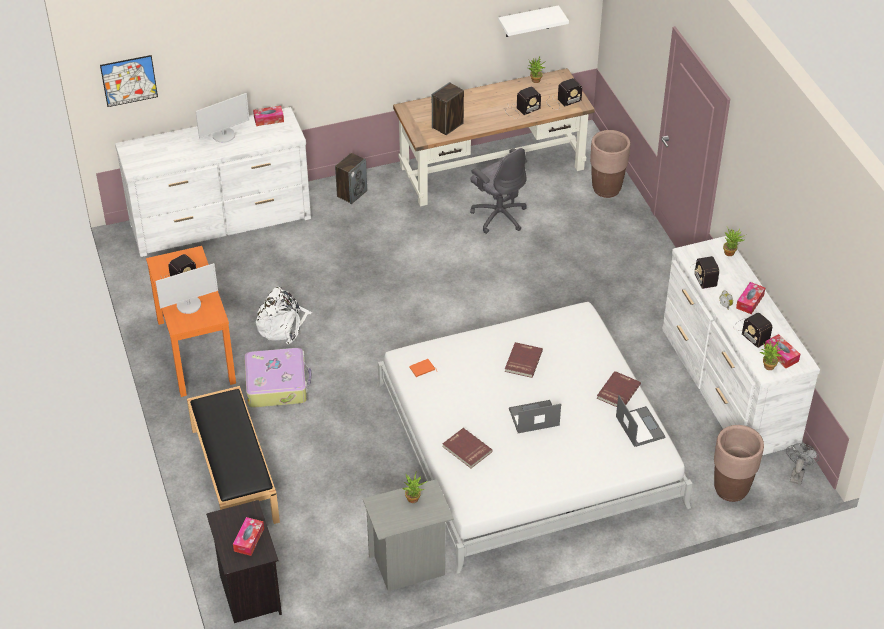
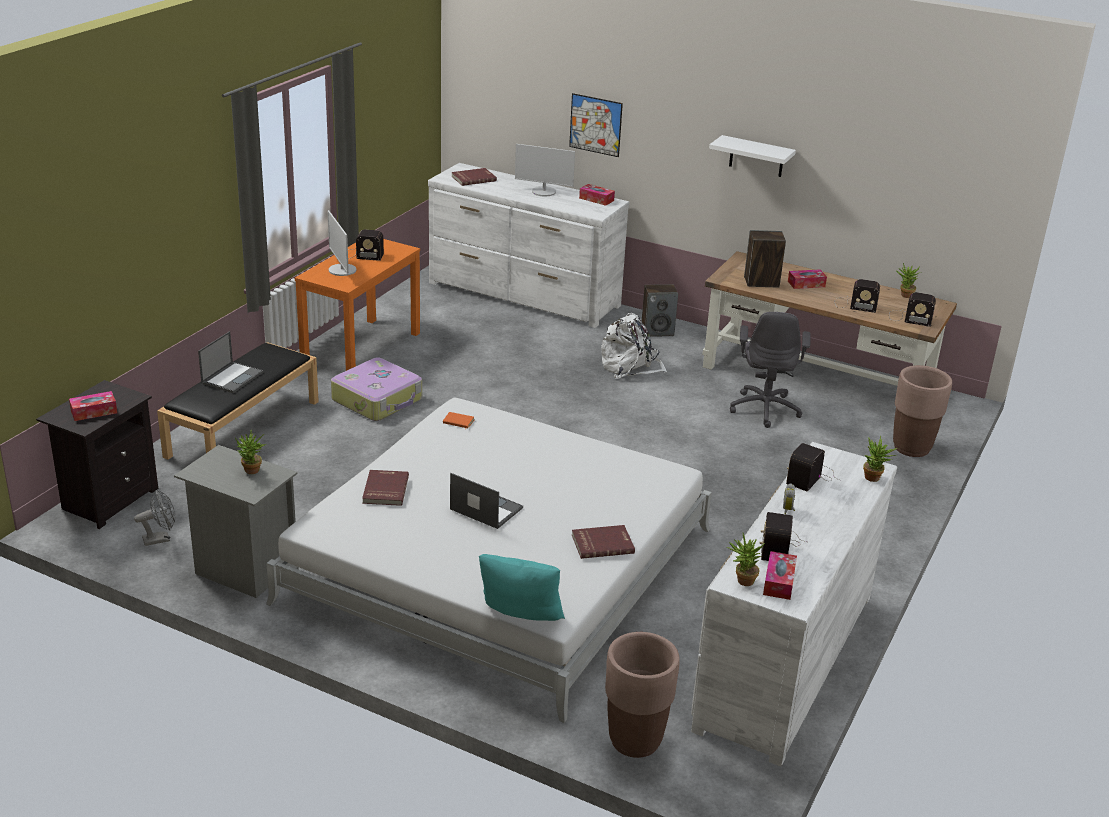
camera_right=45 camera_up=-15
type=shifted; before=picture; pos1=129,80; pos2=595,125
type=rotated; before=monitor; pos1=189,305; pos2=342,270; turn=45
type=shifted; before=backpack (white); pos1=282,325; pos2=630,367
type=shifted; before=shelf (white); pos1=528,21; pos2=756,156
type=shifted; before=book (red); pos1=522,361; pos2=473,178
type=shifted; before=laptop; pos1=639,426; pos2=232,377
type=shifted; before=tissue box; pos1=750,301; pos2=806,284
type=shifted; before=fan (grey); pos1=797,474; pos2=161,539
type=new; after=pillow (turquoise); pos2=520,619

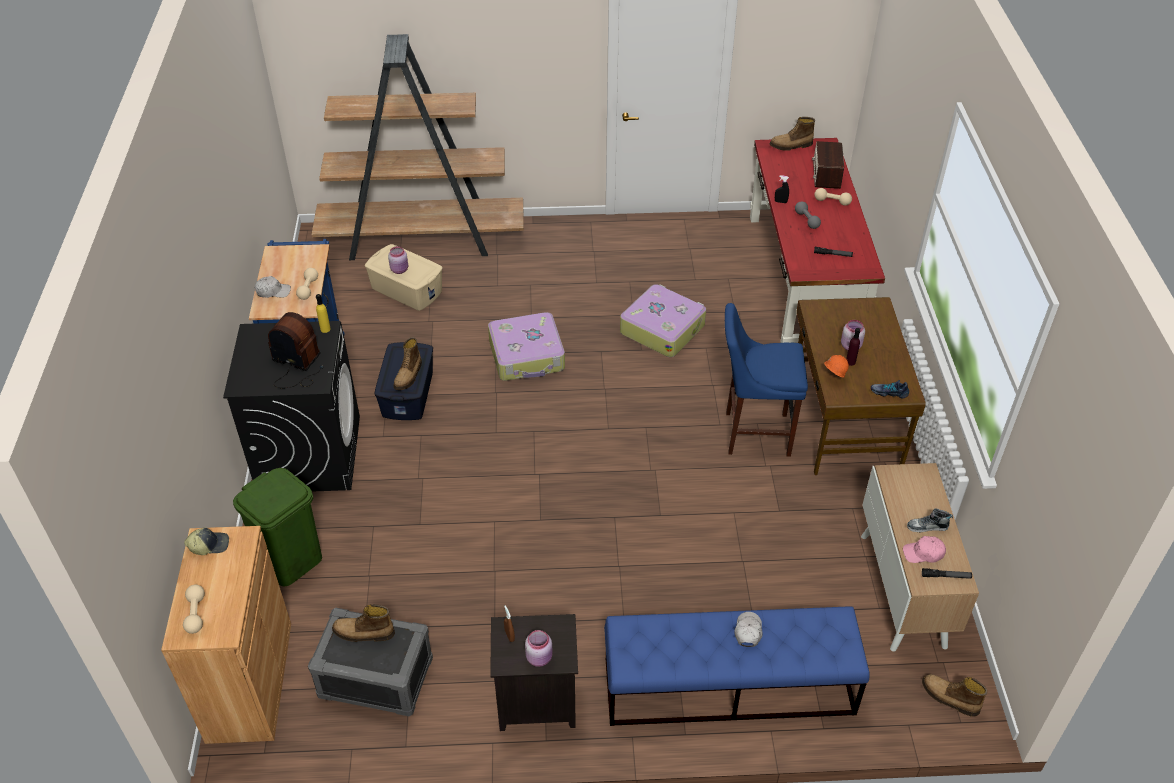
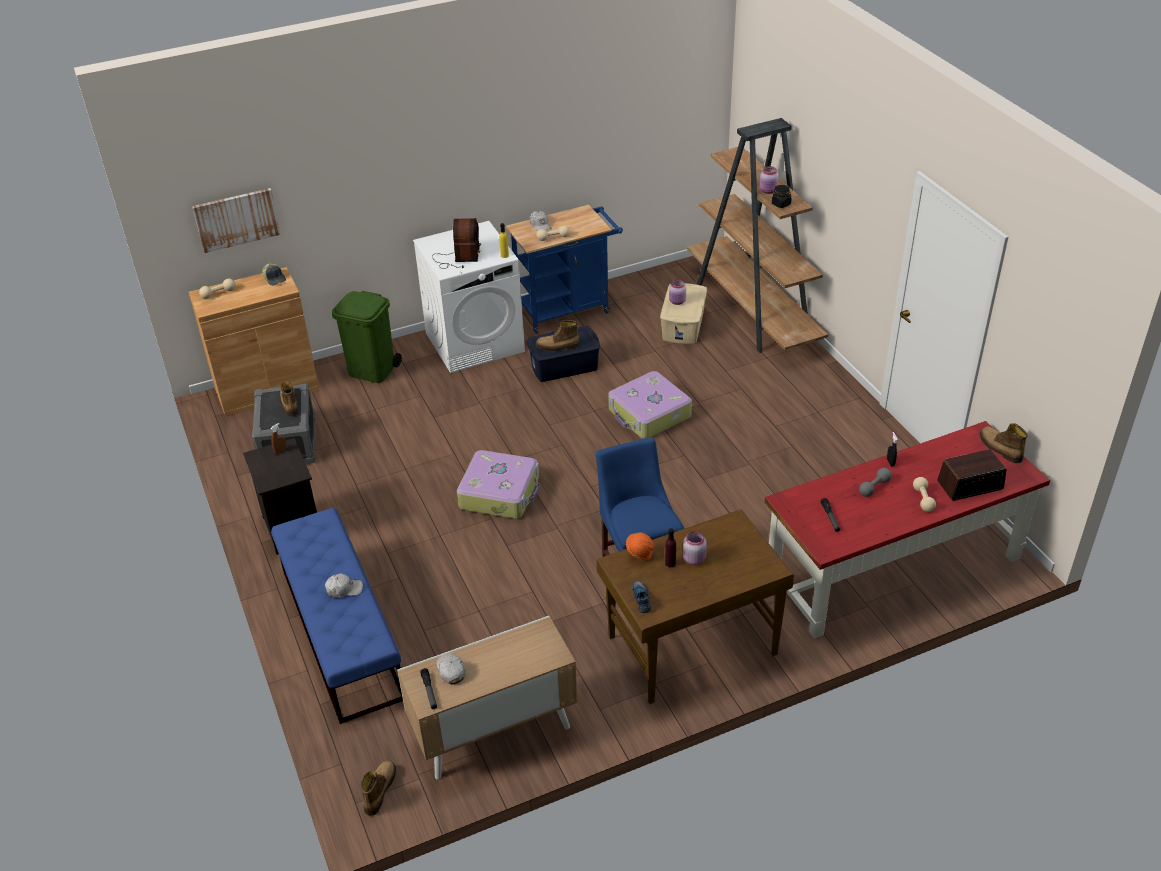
camera_right=70 camera_up=-5
type=repainted; before=washing machine (black); after=washing machine (white); pos1=309,453; pos2=475,342
type=shifted; before=jar (pink); pos1=540,657; pos2=768,191
type=shifted; before=suitcase; pos1=662,328; pos2=500,493
type=repainted; before=cap (pink); after=cap (white); pos1=923,553; pos2=451,670
type=gone; before=shoe; pos1=927,527
type=new; after=picture; pos2=236,219
type=new; after=jar (black); pos2=781,204

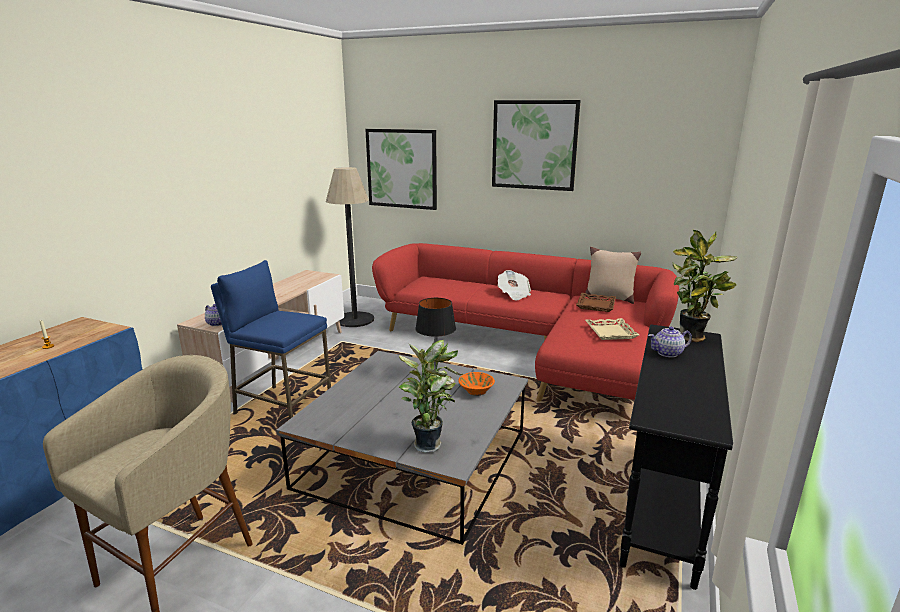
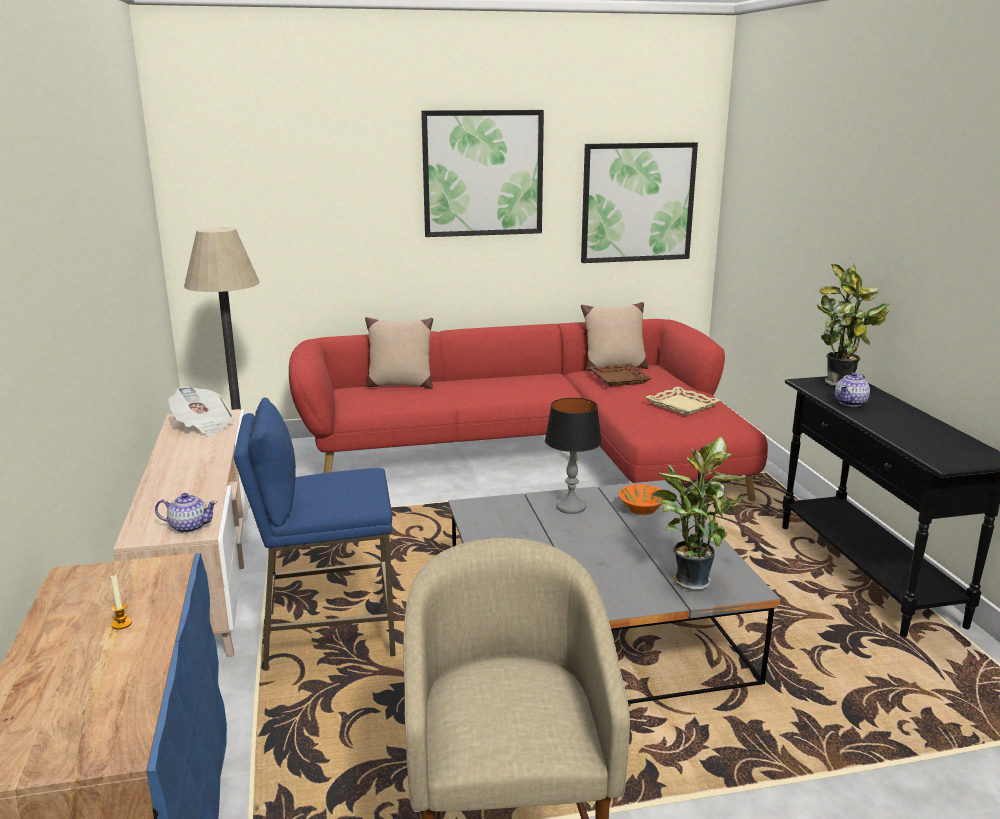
camera_right=-35 camera_up=0
type=shifted; before=picture; pos1=402,169; pos2=637,202
type=shifted; before=newspaper; pos1=513,294; pos2=203,426
type=new; after=pillow (beige); pos2=400,385

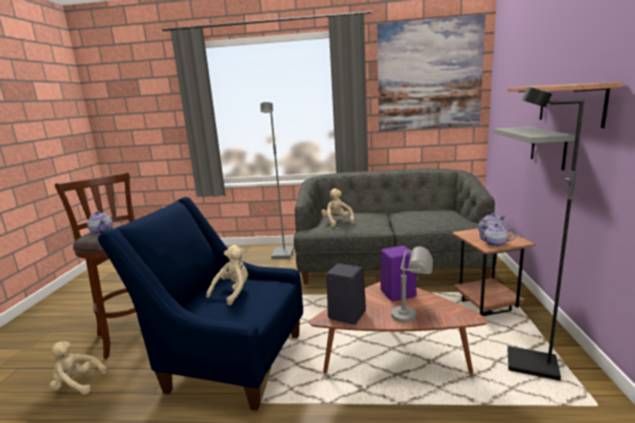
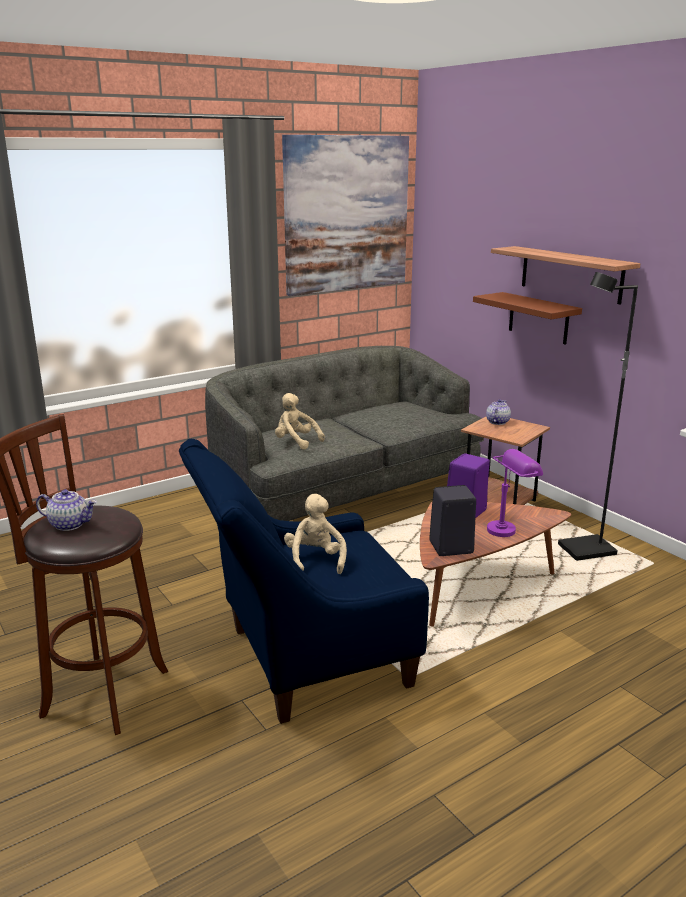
camera_right=-40 camera_up=5
type=gone; before=plush toy (beige); pos1=77,384
type=gone; before=floor lamp (grey); pos1=283,254
type=repainted; before=table lamp (grey); after=table lamp (purple); pos1=412,316; pos2=509,528
type=gone; before=teapot; pos1=495,244
type=repainted; before=shelf (grey); after=shelf (brown); pos1=548,147; pos2=538,318

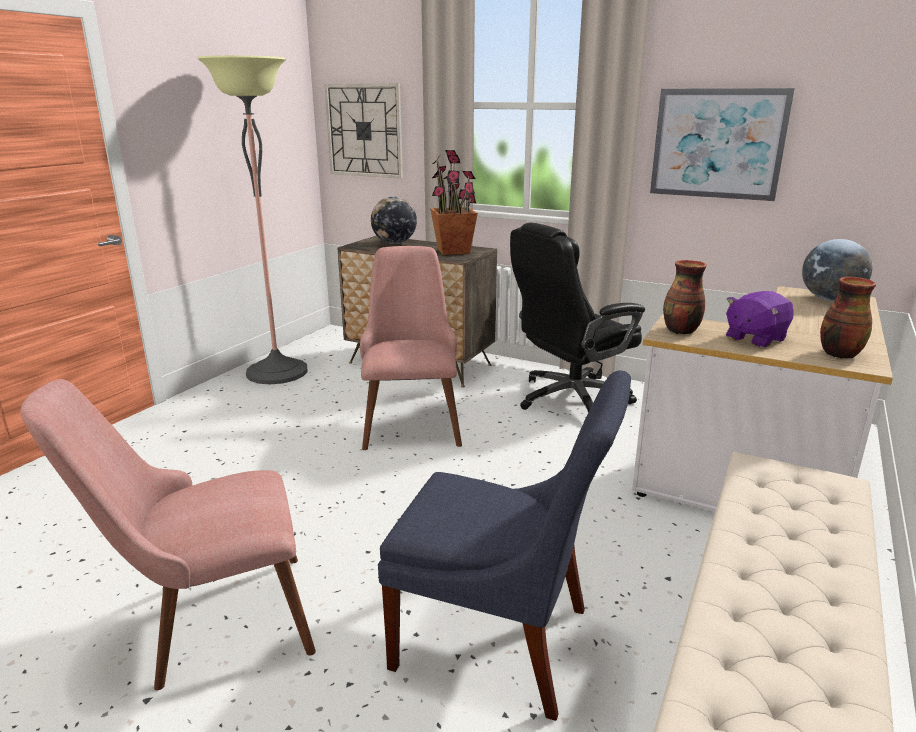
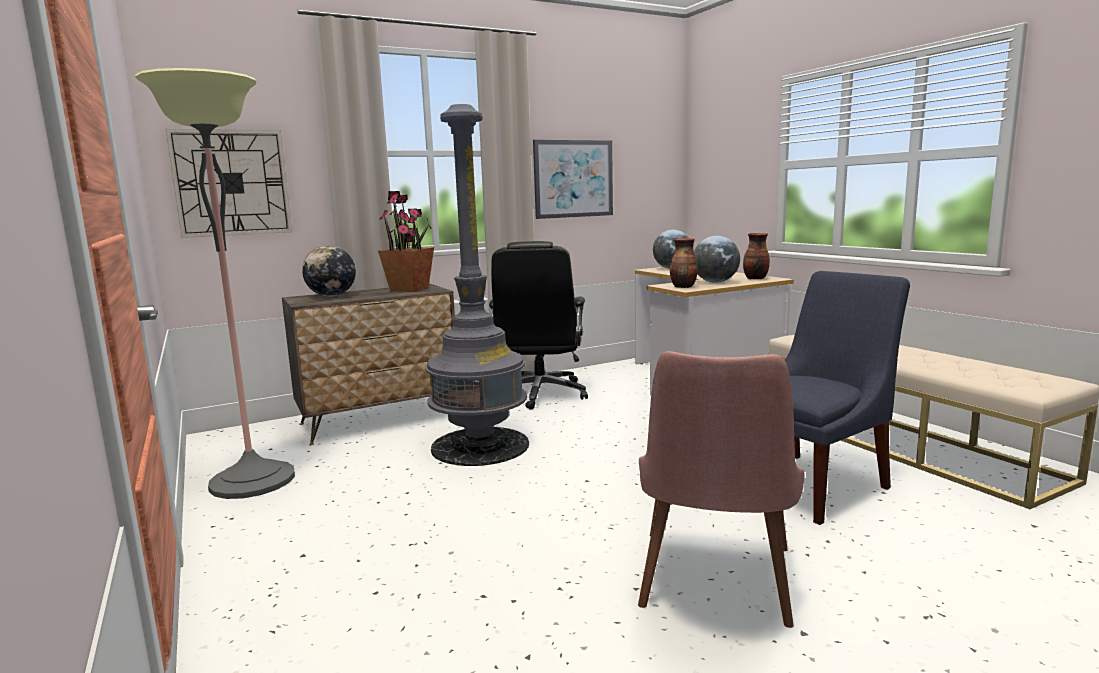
camera_right=-55 camera_up=-10
type=swapped; before=chair (pink); after=floor lamp (grey); pos1=411,419; pos2=480,446
type=swapped; before=plush toy (purple); after=globe; pos1=754,339; pos2=715,282

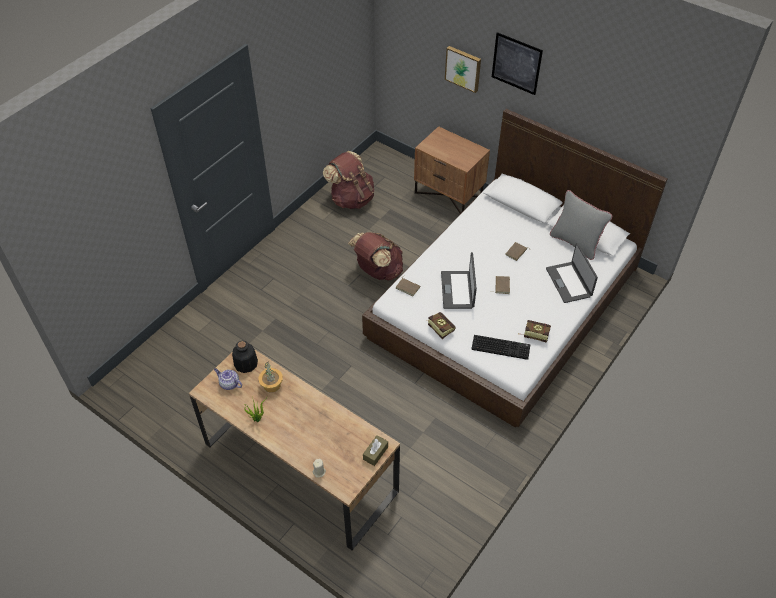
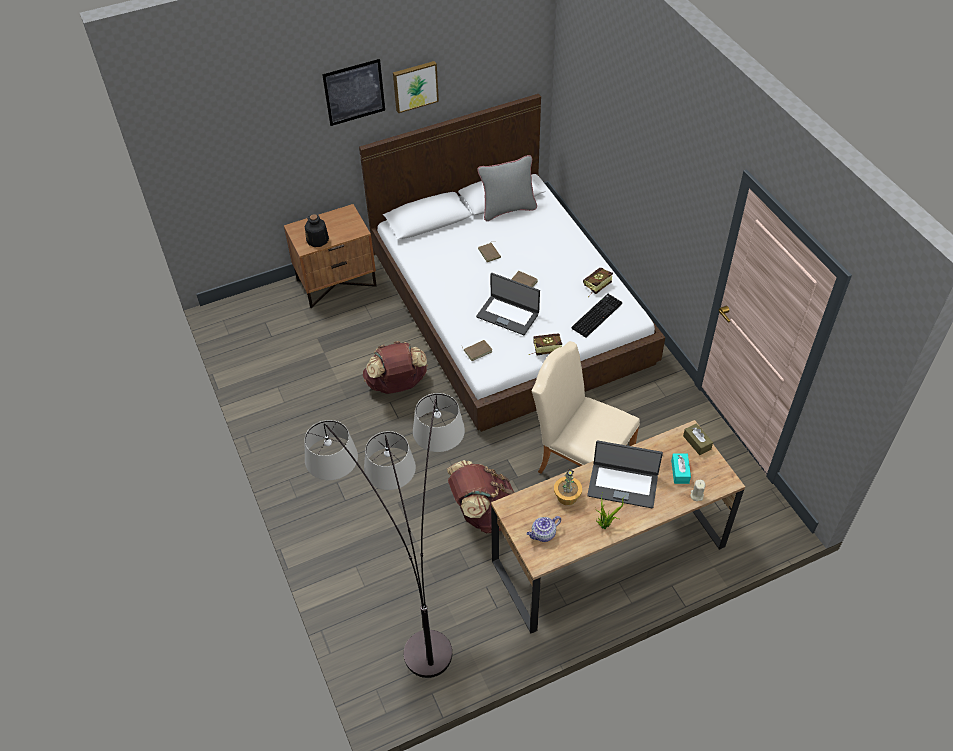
camera_right=-60 camera_up=0
type=shifted; before=bottle; pos1=245,364; pos2=318,240
type=shifted; before=backpack (brown); pos1=351,199; pos2=482,513
type=shifted; before=picture; pos1=463,68; pos2=415,85
type=shifted; before=laptop; pos1=569,282; pos2=622,485
type=new; after=floor lamp; pos2=412,603
type=new; after=chair (beige); pos2=580,460
type=new; after=tissue box (turquoise); pos2=680,472

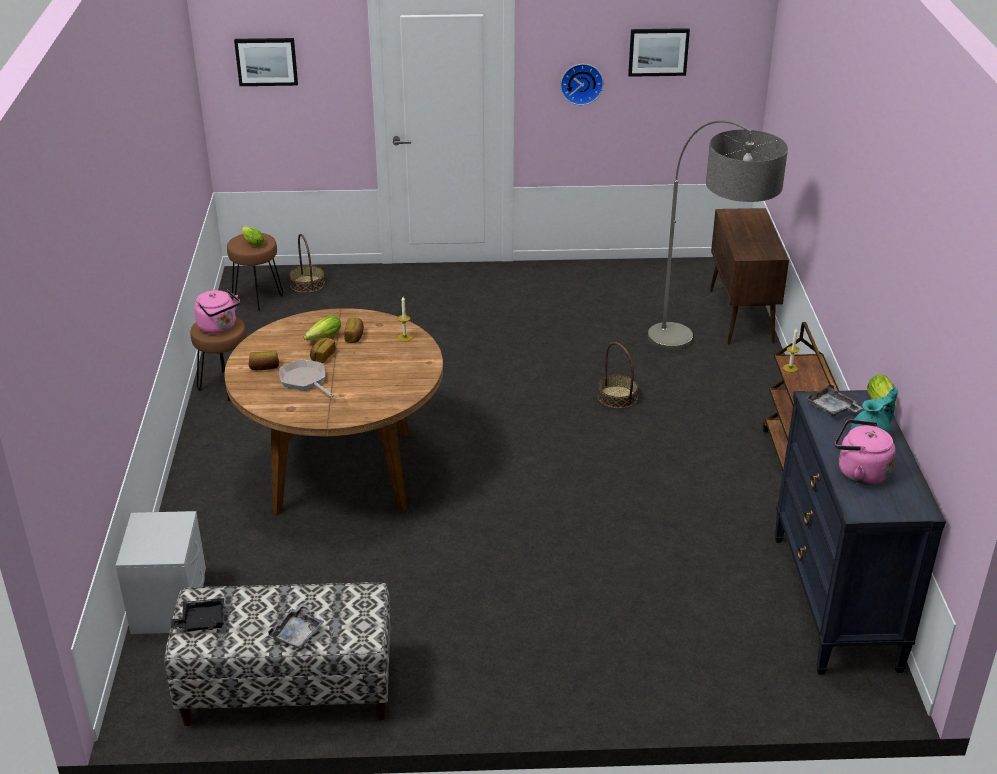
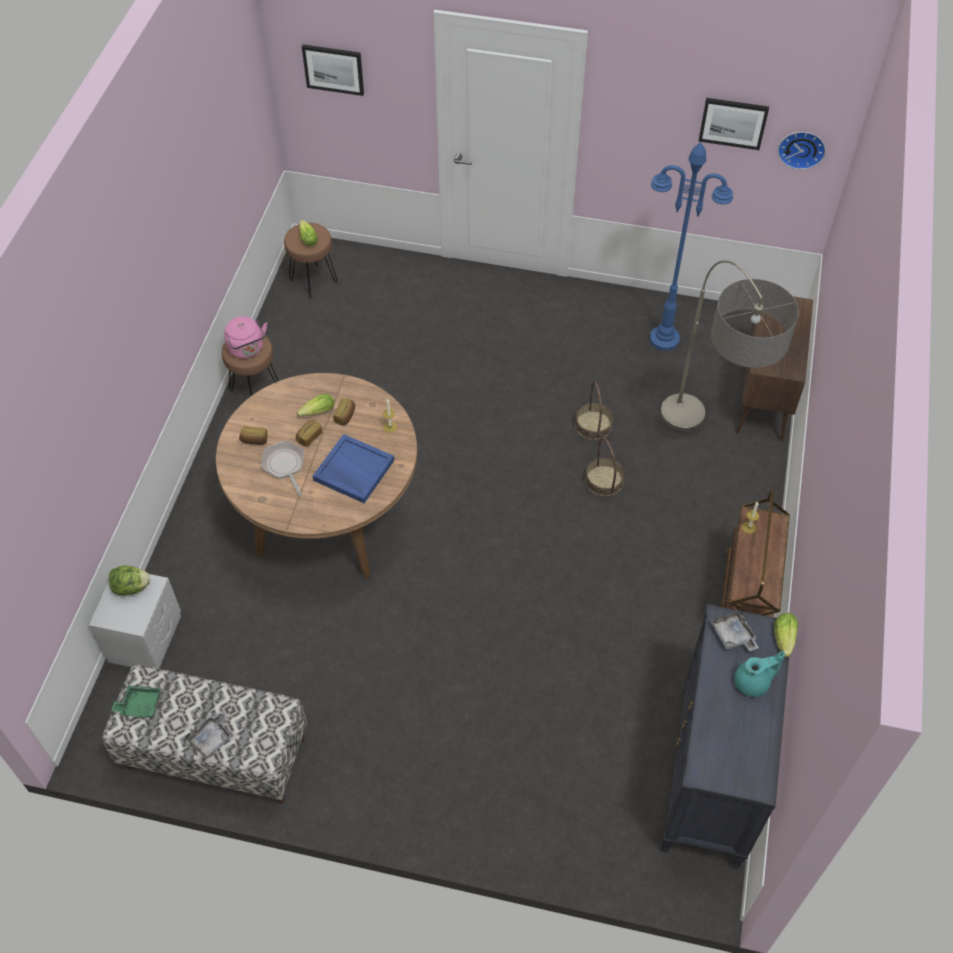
camera_right=15 camera_up=20
type=repainted; before=tray (black); after=tray (green); pos1=201,621; pos2=140,705
type=shifted; before=basket; pos1=307,284; pos2=593,425
type=shifted; before=wall clock; pos1=581,83; pos2=801,148
type=gone; before=kettle (pink); pos1=859,472
type=new; after=lettuce; pos2=131,587
type=new; after=tray (blue); pos2=353,470
type=new; after=floor lamp (blue); pos2=664,339

